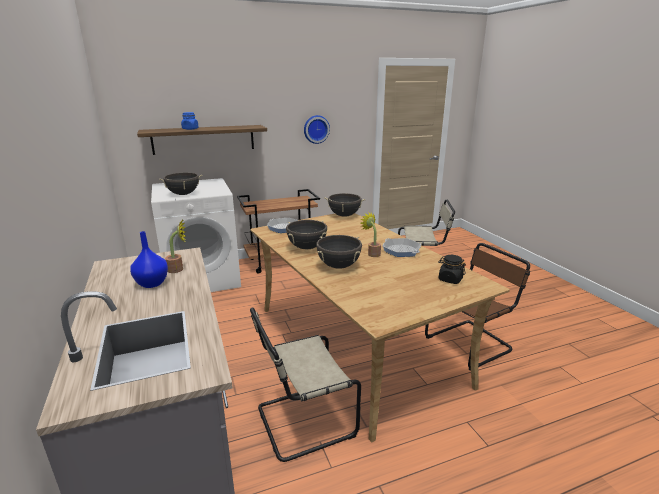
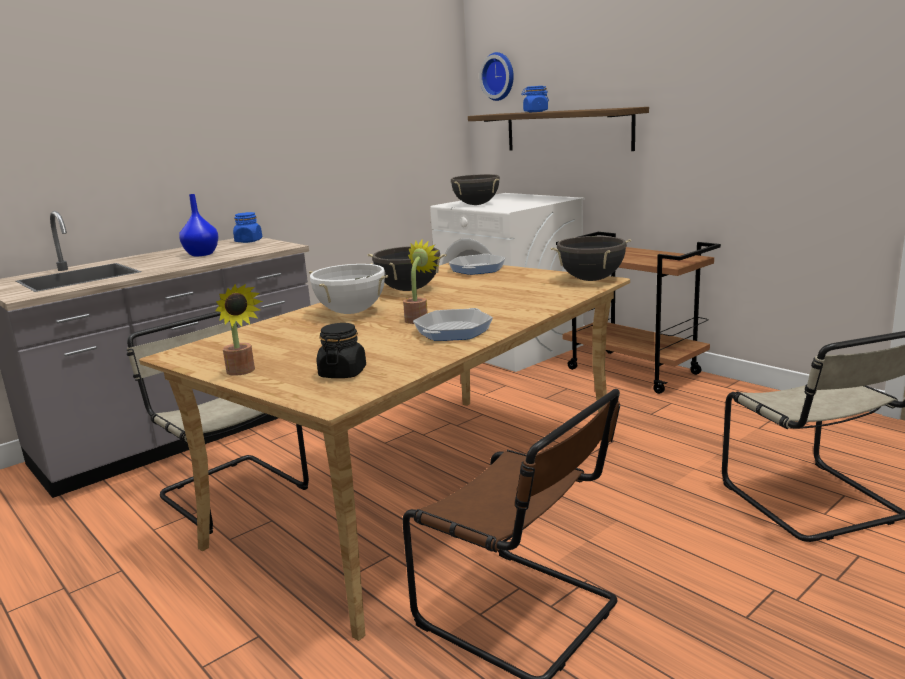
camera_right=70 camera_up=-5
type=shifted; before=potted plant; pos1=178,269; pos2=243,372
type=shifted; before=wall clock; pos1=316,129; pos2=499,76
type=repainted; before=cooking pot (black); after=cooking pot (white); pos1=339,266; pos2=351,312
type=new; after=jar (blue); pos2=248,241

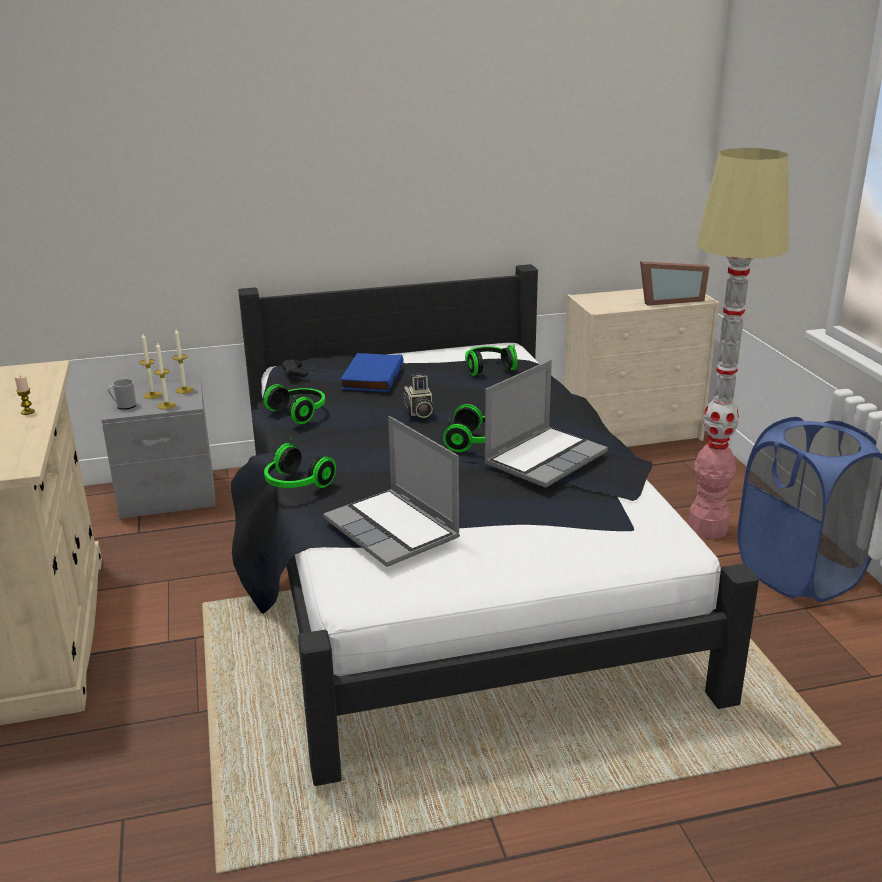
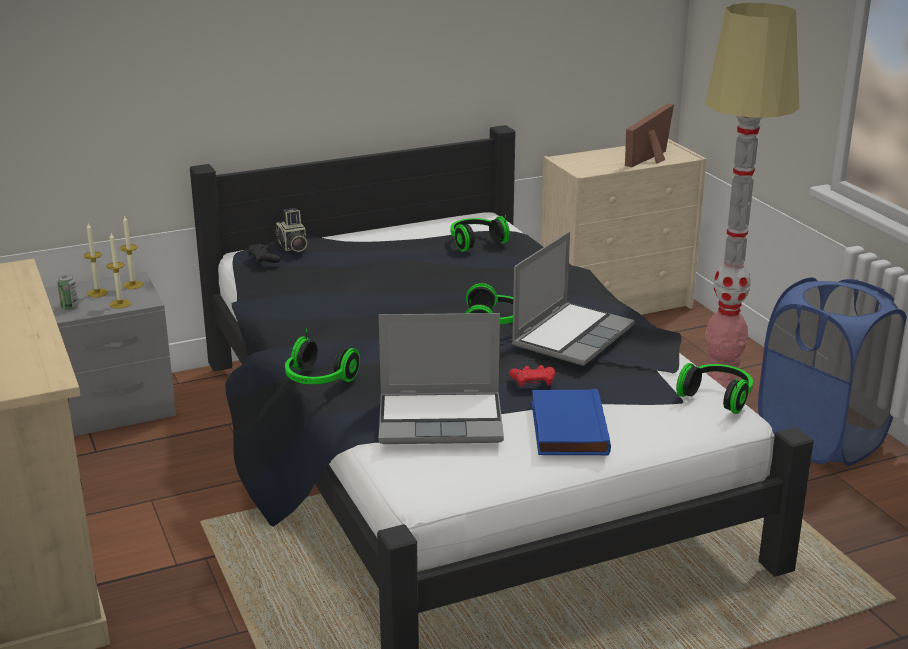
camera_right=-10 camera_up=0
type=gone; before=candle; pos1=27,412
type=swapped; before=mug; after=can; pos1=124,406; pos2=70,307
type=shifted; before=headphones; pos1=300,412; pos2=718,397
type=rotated; before=laptop; pos1=394,530; pos2=442,419; turn=-45
type=shifted; before=book (blue); pos1=371,377; pos2=566,428
type=shifted; before=photo camera; pos1=418,411; pos2=292,246
type=rotated; before=picture frame; pos1=668,300; pos2=653,159; turn=150
type=new; after=game controller (red); pos2=533,380

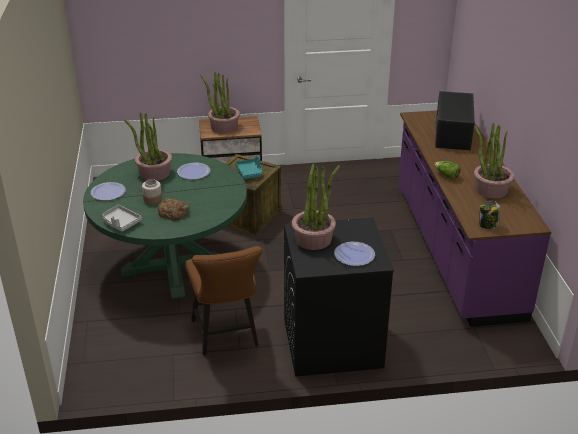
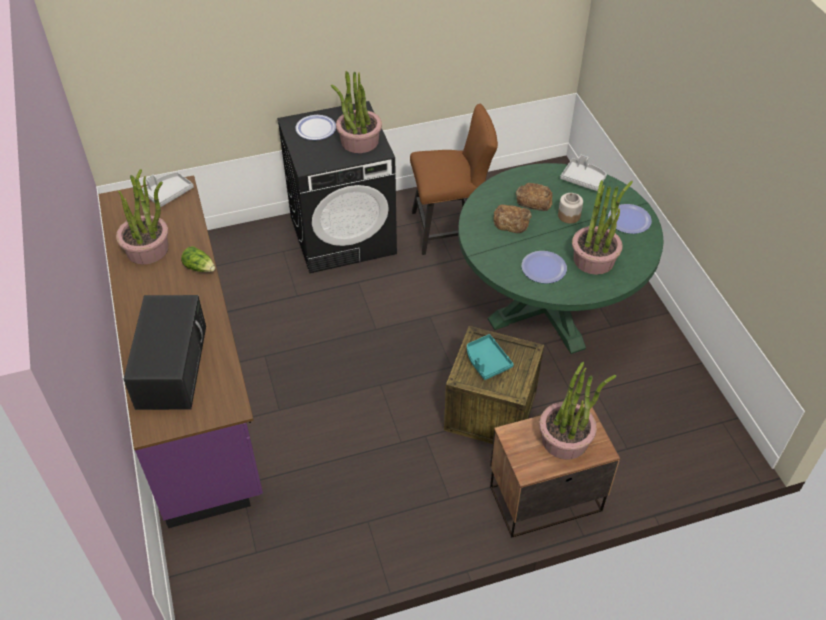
camera_right=170 camera_up=15
type=rotated; before=chair (brown); pos1=226,336; pos2=450,229; turn=105
type=swapped; before=jar; after=tray (grey); pos1=488,225; pos2=168,193
type=new; after=bread; pos2=511,221

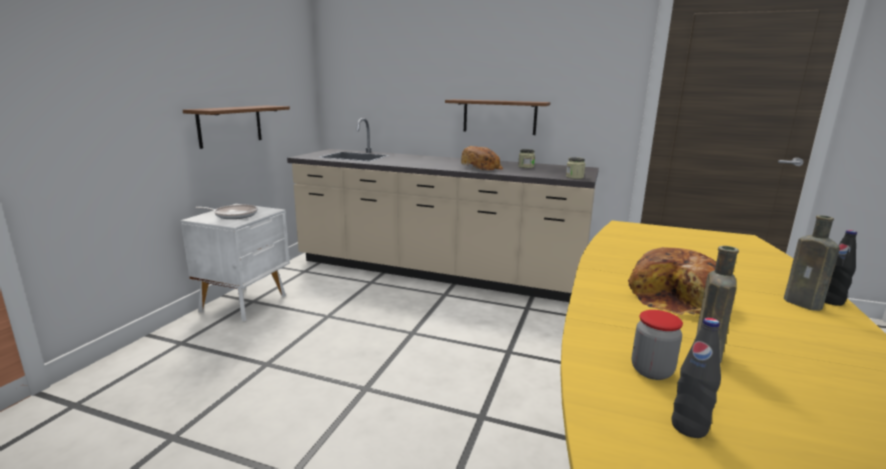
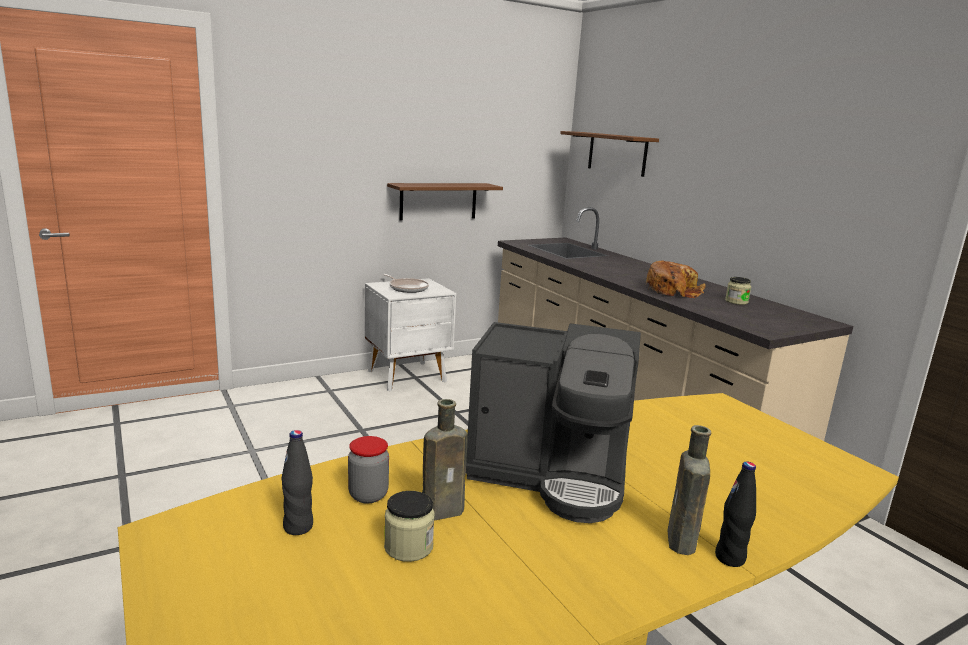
camera_right=40 camera_up=0
type=shifted; before=shelf (brown); pos1=499,117; pos2=617,153
type=shifted; before=jar; pos1=574,177; pos2=408,547
type=swapped; before=bread; after=coffee machine; pos1=677,298; pos2=550,474

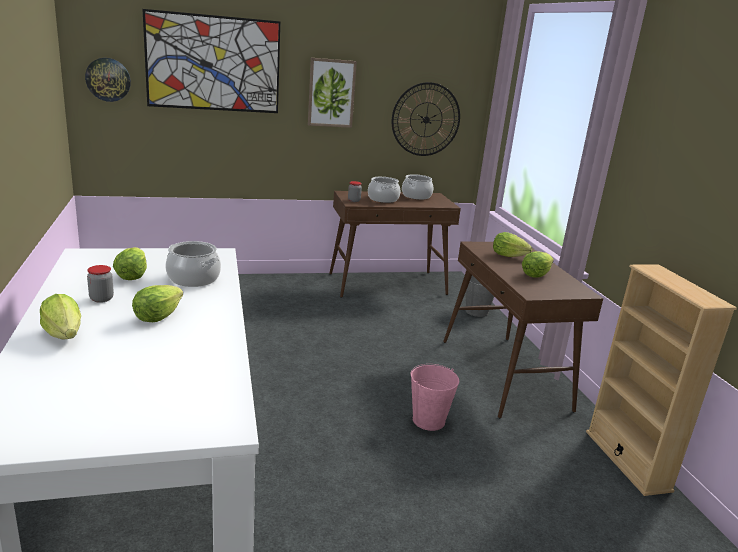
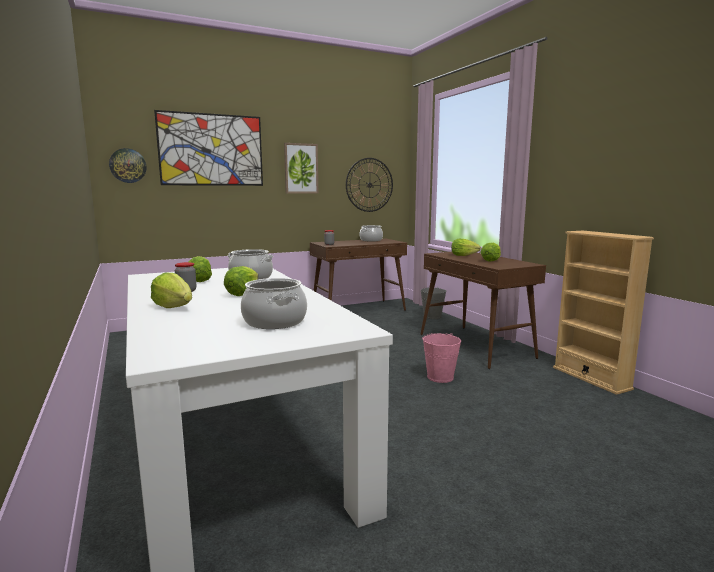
camera_right=-10 camera_up=-10
type=shifted; before=cooking pot; pos1=382,199; pos2=274,322

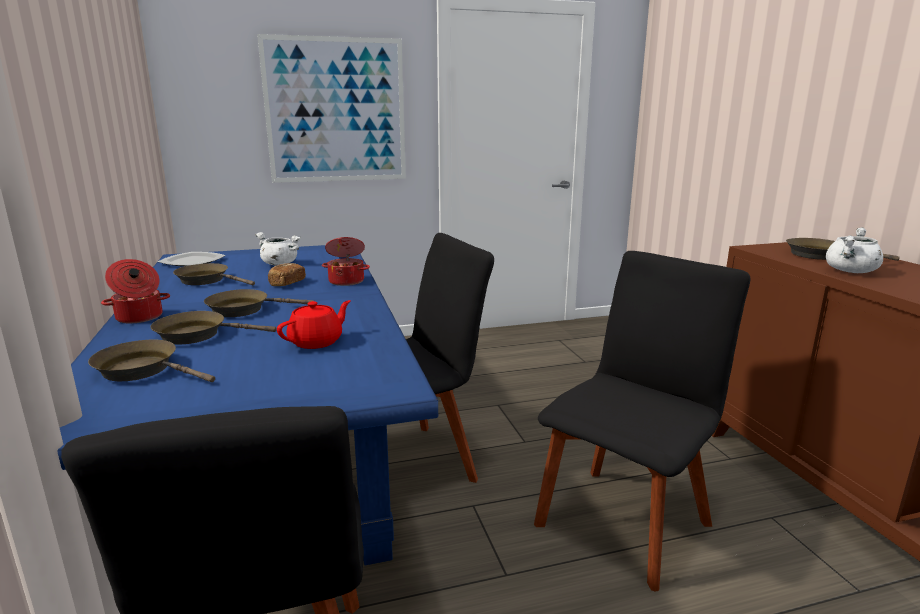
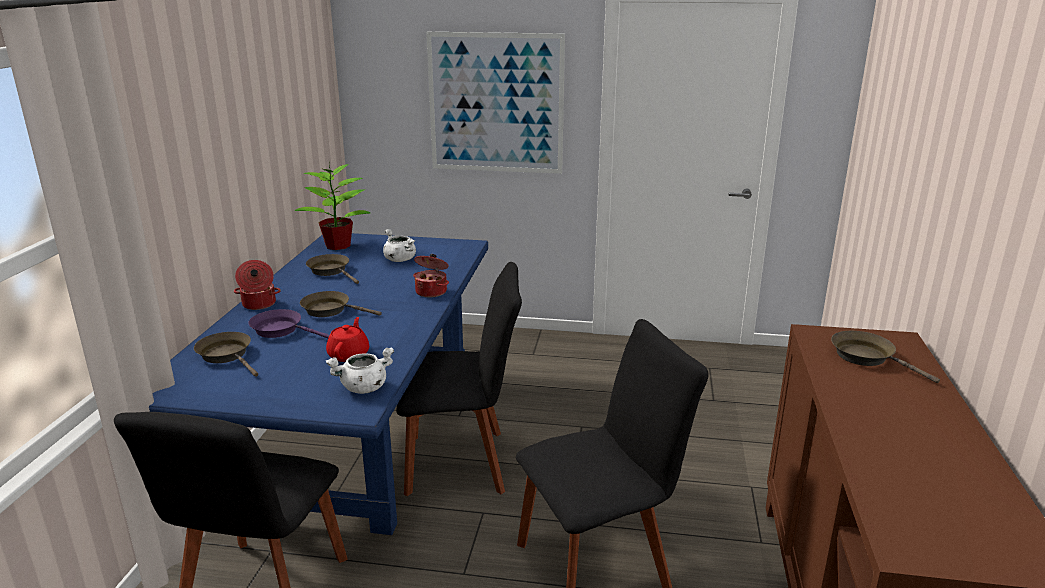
camera_right=25 camera_up=5
type=repainted; before=frying pan (brown); after=frying pan (purple); pos1=197,335; pos2=281,330
type=swapped; before=plate; after=potted plant; pos1=192,262; pos2=338,245
type=gone; before=bread; pos1=286,283
type=rotated; before=teapot (red); pos1=317,342; pos2=349,355; turn=-60
type=shifted; before=cooking pot (white); pos1=850,271; pos2=364,388

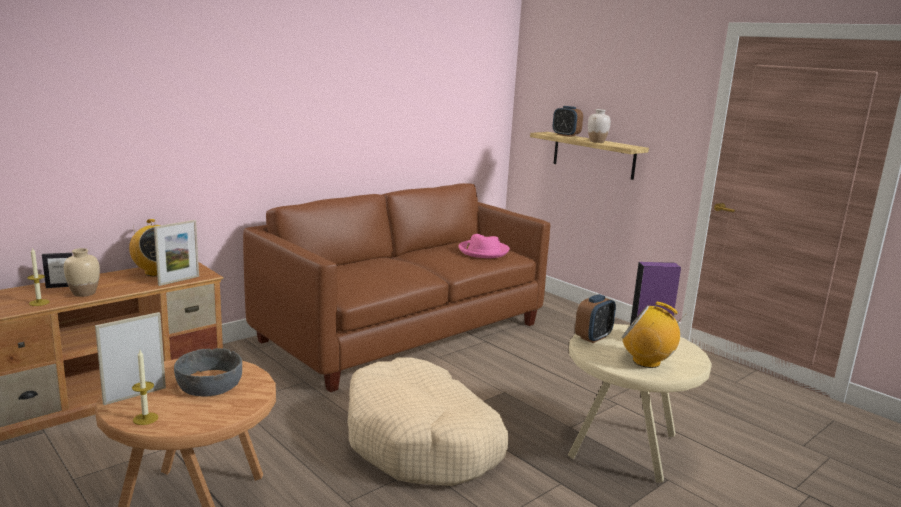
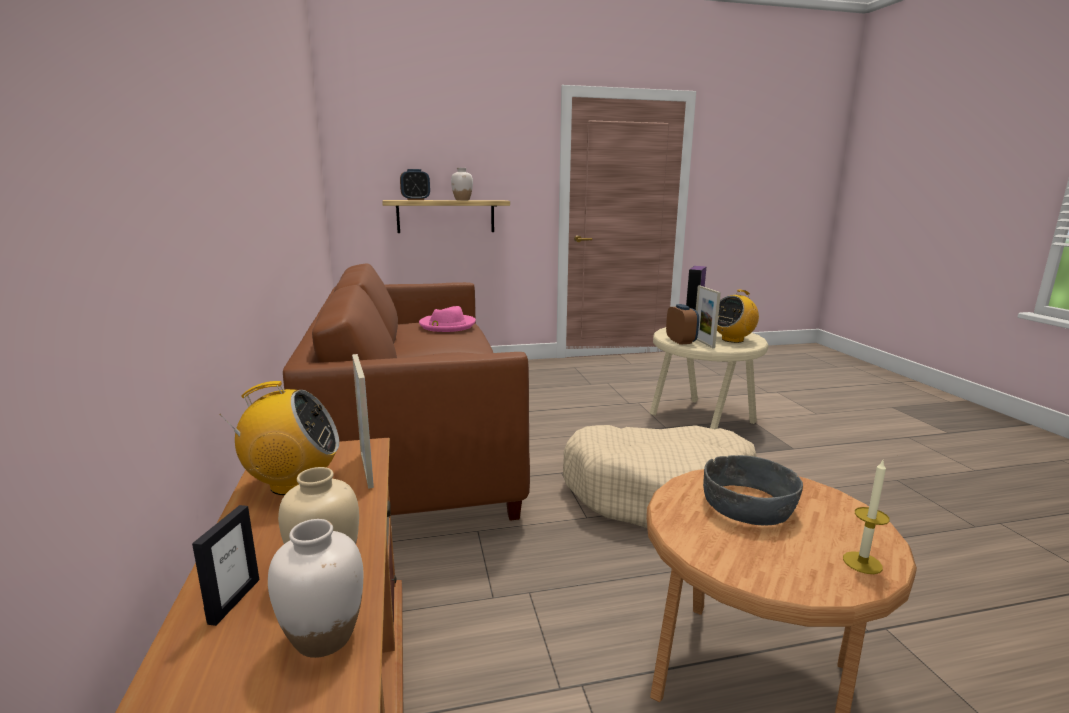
camera_right=-60 camera_up=0
type=swapped; before=candle; after=vase (white); pos1=39,302; pos2=323,637
type=shifted; before=picture frame; pos1=135,395; pos2=703,343

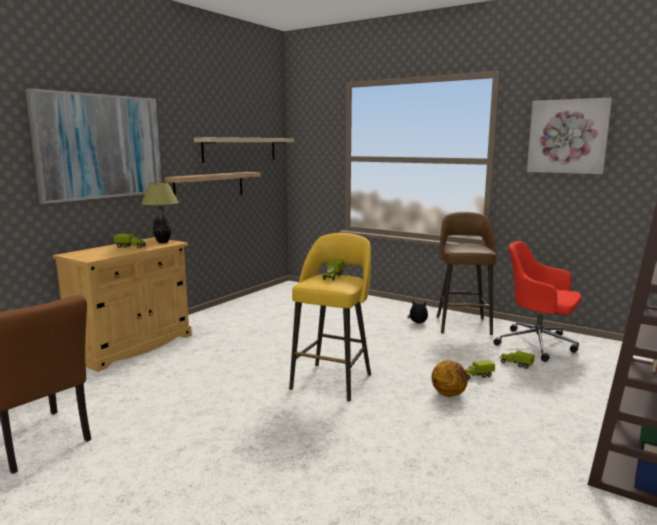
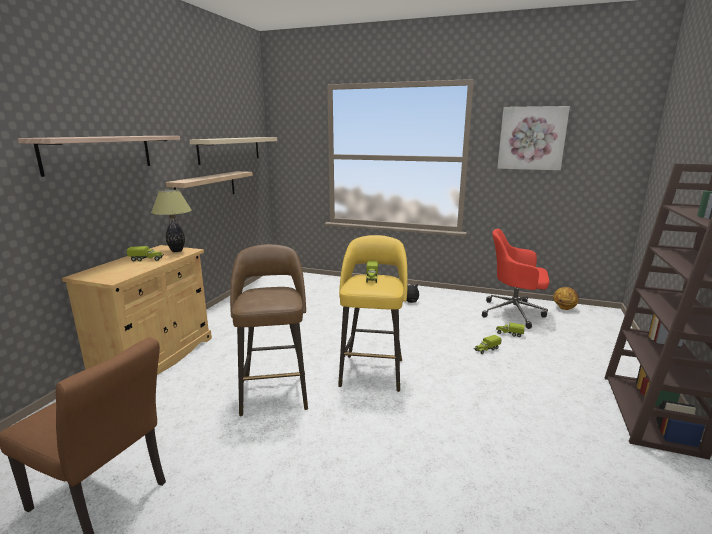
camera_right=-15 camera_up=5
type=swapped; before=picture; after=shelf; pos1=99,146; pos2=99,153
type=shifted; before=basketball; pos1=449,394; pos2=564,308
type=shifted; before=stool (brown); pos1=463,325; pos2=275,391

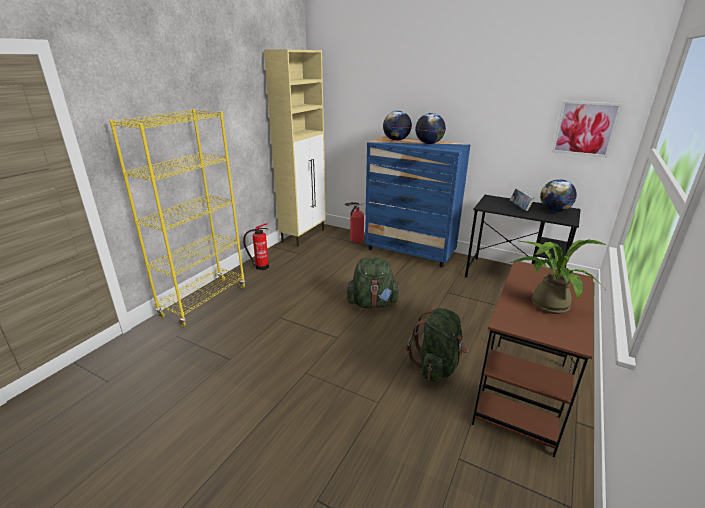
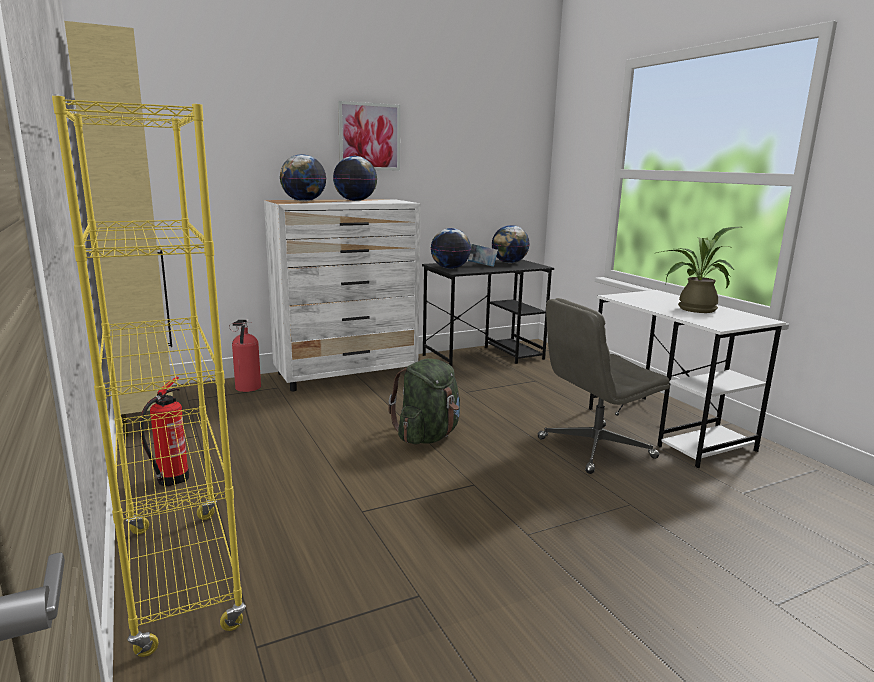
camera_right=-55 camera_up=-10
type=repainted; before=dresser (blue); after=dresser (white); pos1=410,252; pos2=347,374
type=swapped; before=backpack (green); after=office chair (grey); pos1=437,366; pos2=594,448
type=repainted; before=desk (brown); after=desk (white); pos1=521,392; pos2=668,429
type=shifted; before=picture; pos1=585,128; pos2=369,137
type=new; after=globe; pos2=450,268

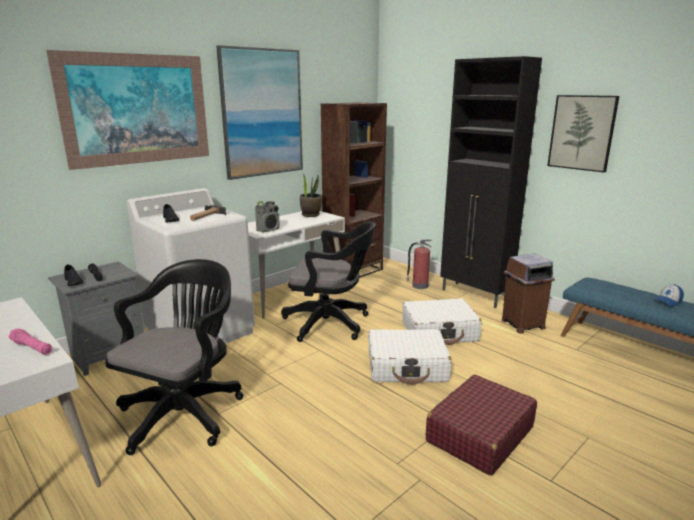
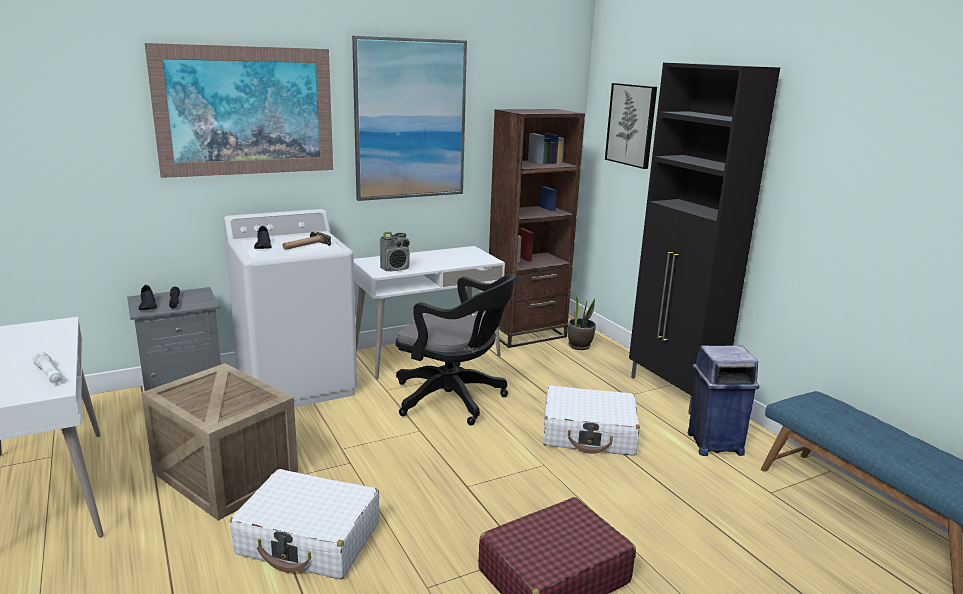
camera_right=15 camera_up=0
type=repainted; before=flashlight (pink); after=flashlight (white); pos1=32,347; pos2=49,374
type=swapped; before=office chair (black); after=crate; pos1=185,411; pos2=227,475
type=shifted; before=potted plant; pos1=311,215; pos2=579,346
type=shifted; before=suitcase (white); pos1=407,367; pos2=309,539
type=gone; before=fire extinguisher; pos1=419,285
type=repainted; before=trash can (brown); after=trash can (blue); pos1=522,324; pos2=713,444
type=shifted; before=picture; pos1=582,132; pos2=631,125
type=gone; before=cap; pos1=668,301

